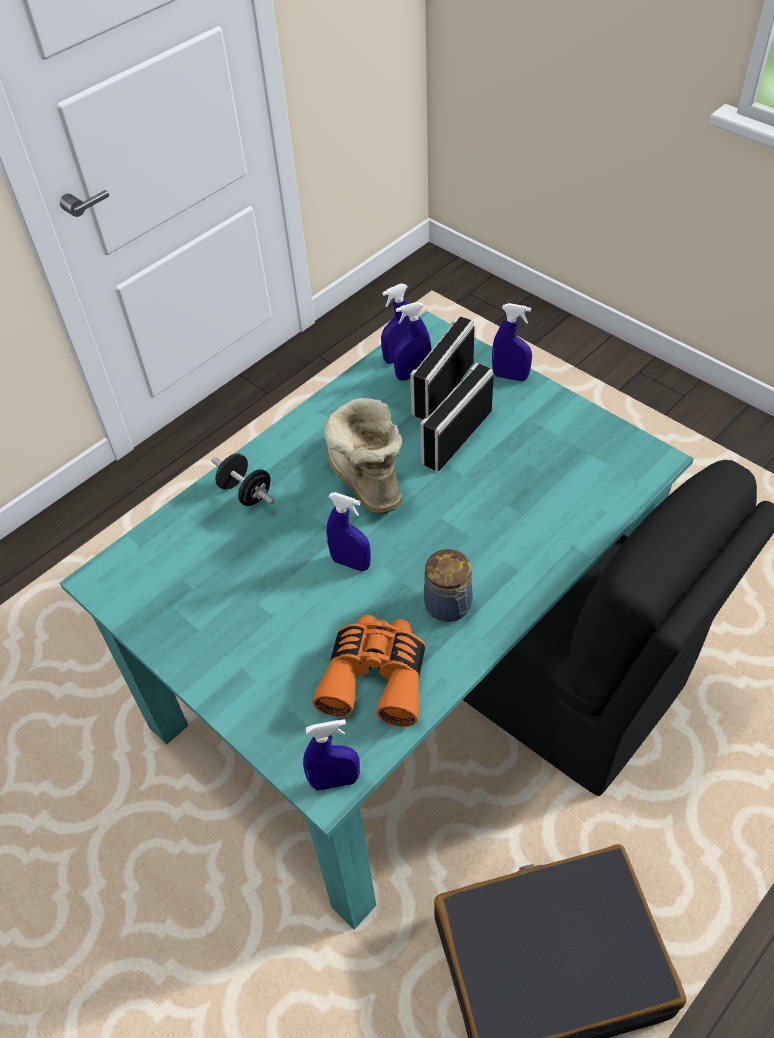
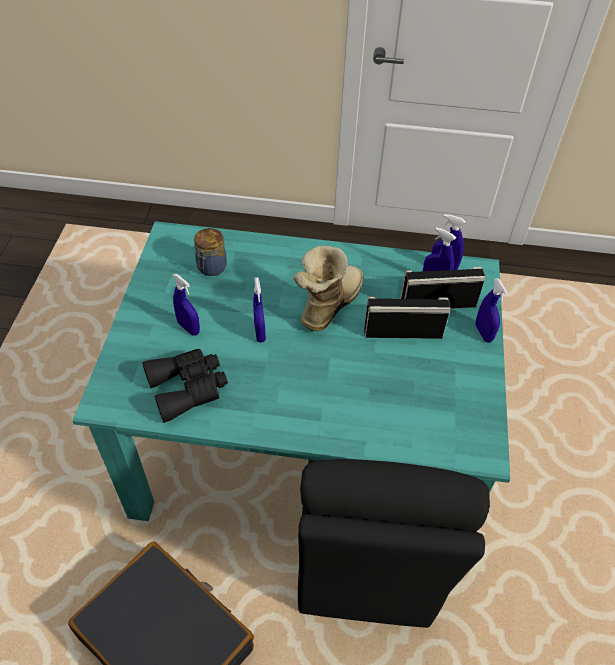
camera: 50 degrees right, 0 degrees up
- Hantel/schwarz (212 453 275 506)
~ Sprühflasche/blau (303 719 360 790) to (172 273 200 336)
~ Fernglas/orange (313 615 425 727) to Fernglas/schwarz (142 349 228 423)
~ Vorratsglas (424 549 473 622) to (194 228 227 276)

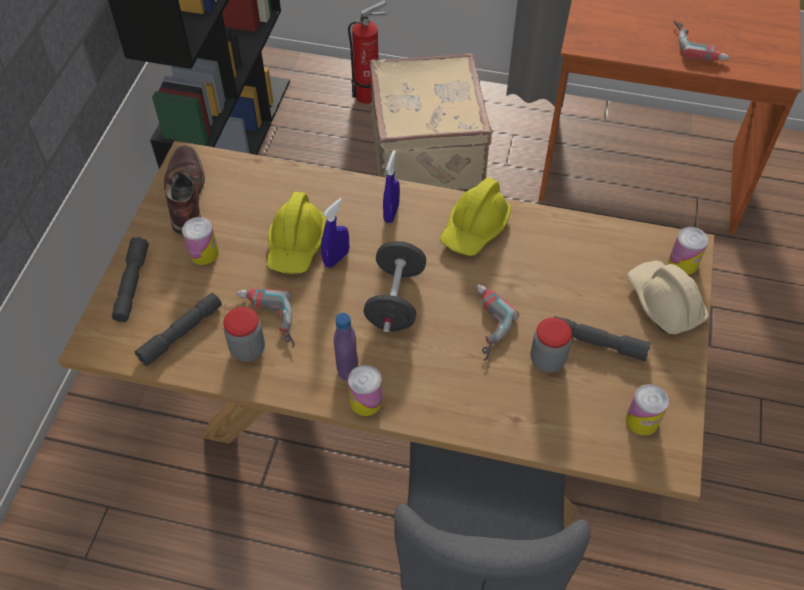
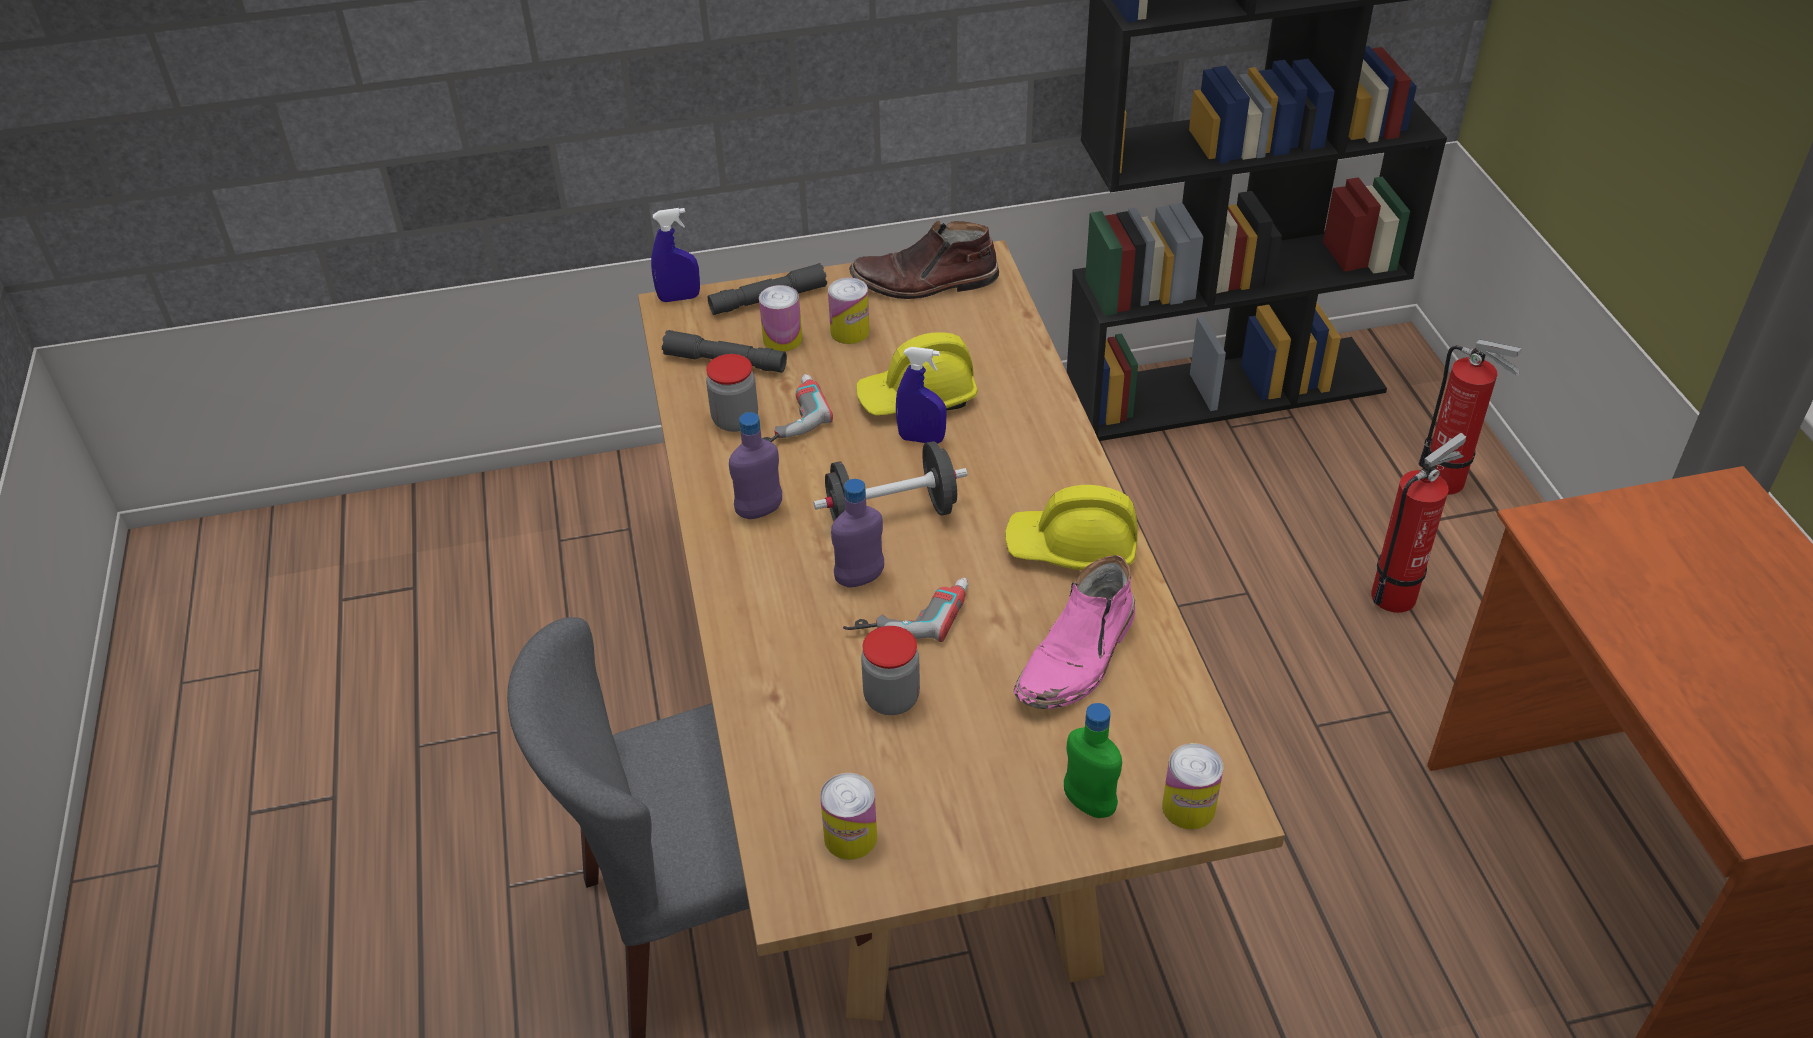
camera: 65 degrees right, 10 degrees down
~ Stiefel/braun (164 145 205 235) = (849 221 999 299) 150 degrees counterclockwise
~ Dose (348 365 382 416) to (759 285 802 352)
~ Koffer/beige (370 53 493 190) to Feuerlöscher (1371 433 1466 613)
~ Sprühflasche/blau (383 150 400 223) to (651 208 700 302)
- Taschenlampe/grau (554 316 651 361)
~ Schutzhelm/beige (627 260 709 334) to Flasche/grün (1064 703 1122 818)
- Bohrmaschine (674 20 730 62)
+ Flasche/lila (831 479 884 588)
+ Stiefel/rosa (1014 555 1135 709)

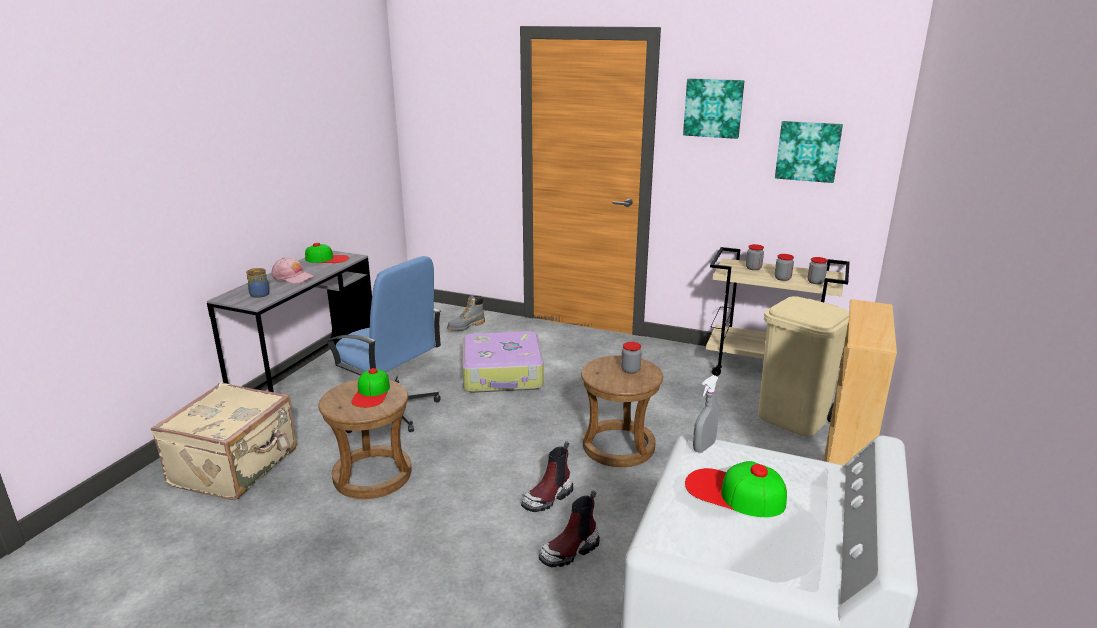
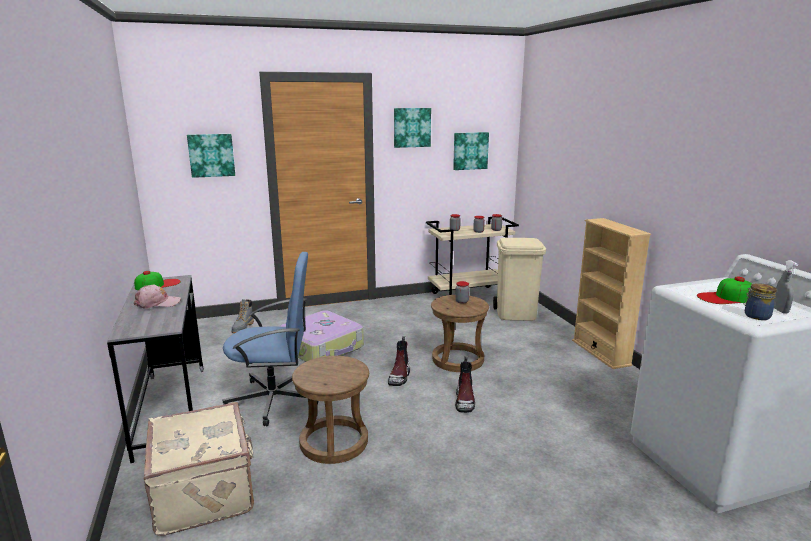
camera: 40 degrees left, 5 degrees down
~ Vorratsglas (246 268 270 298) to (744 283 777 320)
- Kappe (352 368 390 408)
~ Stiefel (539 490 600 567) to (388 336 410 386)
~ Sprühflasche/grau (693 375 719 453) to (774 260 798 314)
+ Bild (187 134 235 178)

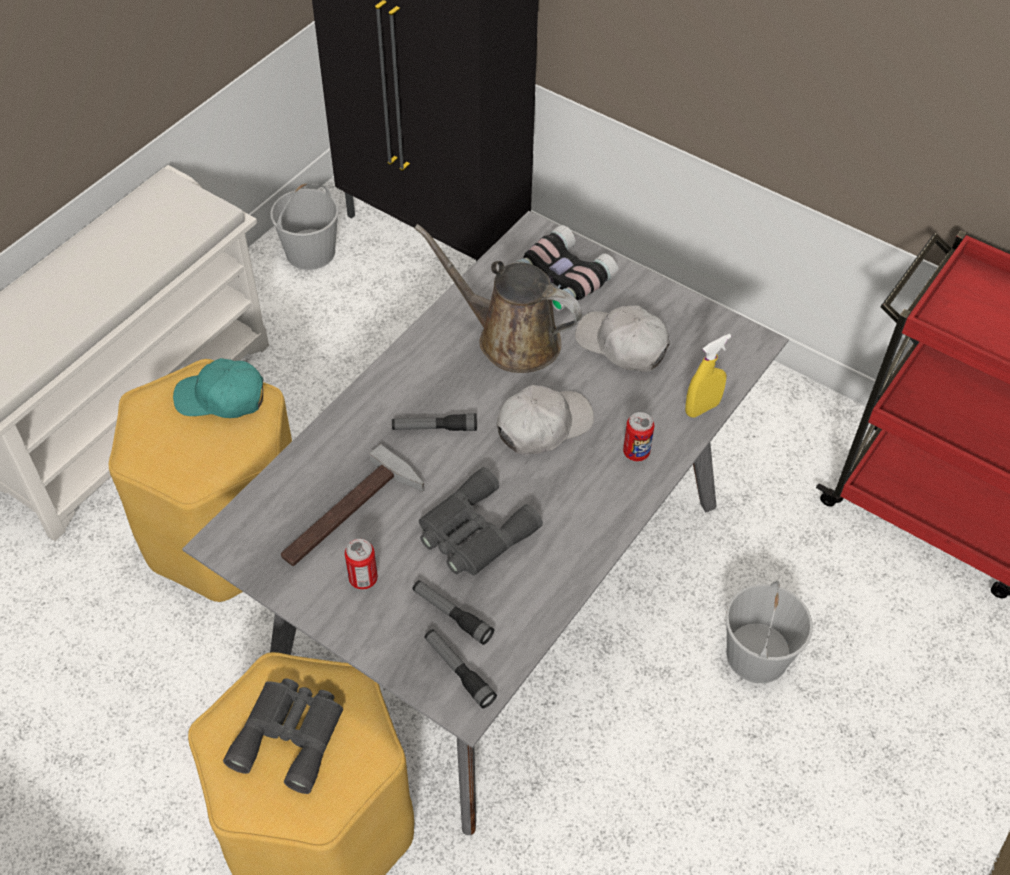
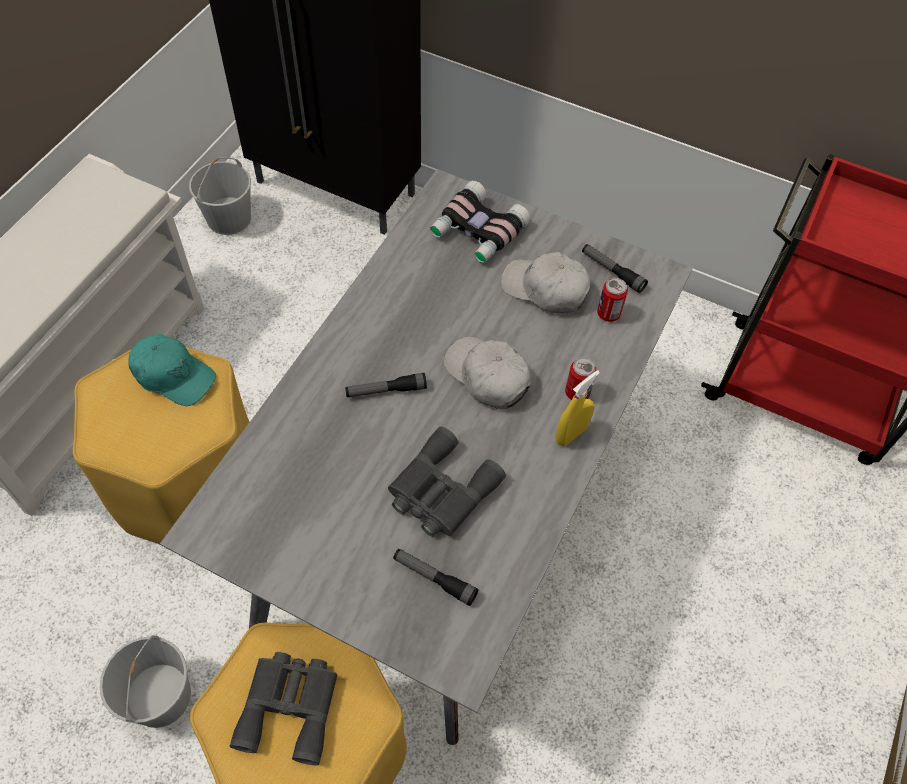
camera: 10 degrees left, 5 degrees up
~ Kappe/türkis (173 358 263 418) = (128 334 216 406) 150 degrees counterclockwise
- Hammer (281 444 424 566)
~ Dose (345 539 378 590) to (597 278 628 322)
- Gießkanne/braun (414 224 582 373)
~ Taschenlampe (425 629 497 708) to (582 244 648 293)
~ Kappe/weiß (497 385 594 455) = (444 337 531 409) 90 degrees counterclockwise
~ Sprühflasche/gelb (685 334 731 418) to (556 370 600 446)
~ Eimer/weiß (726 581 813 683) to (100 635 191 728)

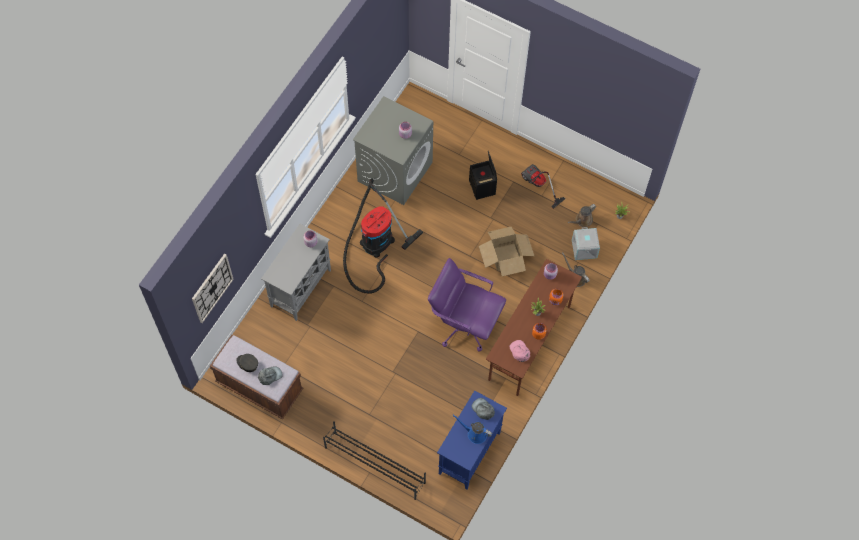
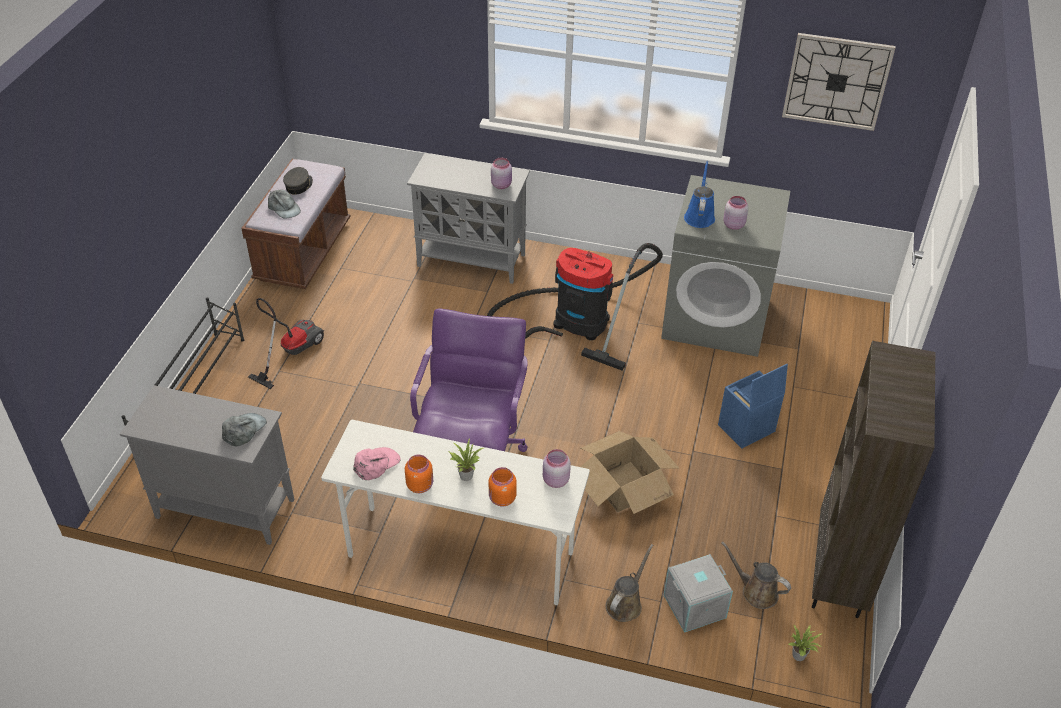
camera: 75 degrees right, 20 degrees down
~ Wanduhr (192 253 234 323) to (782 33 896 131)
~ Schrank/blau (437 390 507 490) to Schrank/grau (120 385 294 545)
~ Gießkanne/blau (452 415 492 444) to (684 160 715 228)
~ Aufbewahrungsbox/schwarz (469 151 497 200) to Aufbewahrungsbox/blau (718 364 788 448)
~ Schreibtisch/braun (486 259 582 396) to Schreibtisch/weiß (321 420 590 605)
~ Staubsauger (521 164 565 209) to (248 298 324 389)
+ Bücherregal/braun (812 341 935 618)

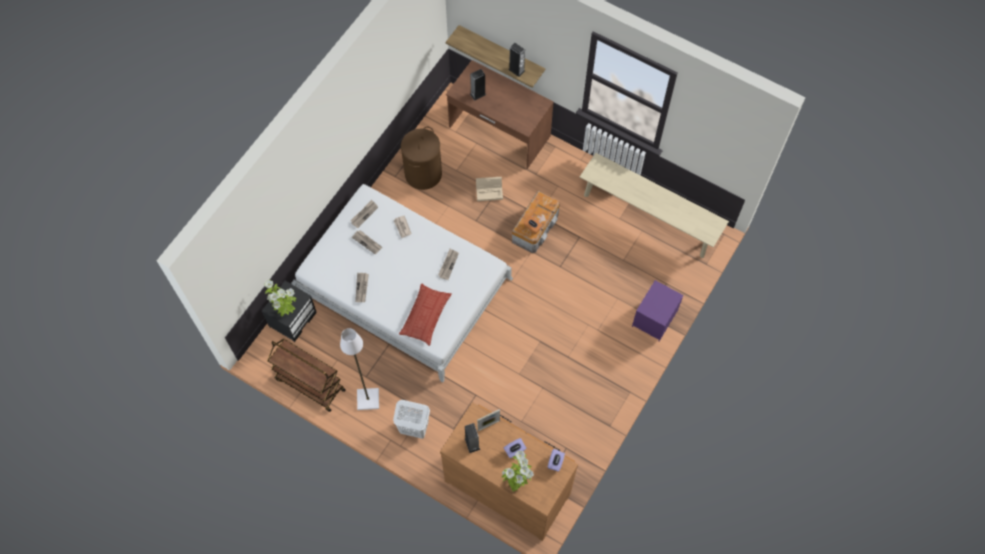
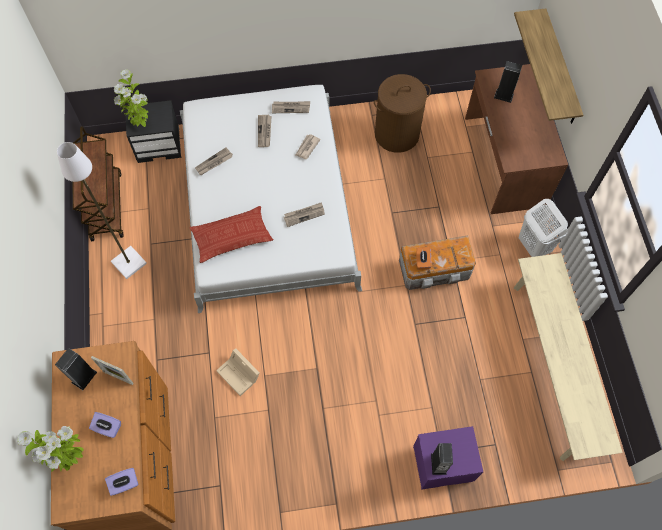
camera: 50 degrees right, 0 degrees up
~ Wäschekorb/weiß (393 400 430 439) to (519 199 568 257)
~ Aufbewahrungsbox/beige (476 177 503 201) to (216 349 260 396)
~ Lautsprecher (508 43 525 77) to (431 443 453 475)

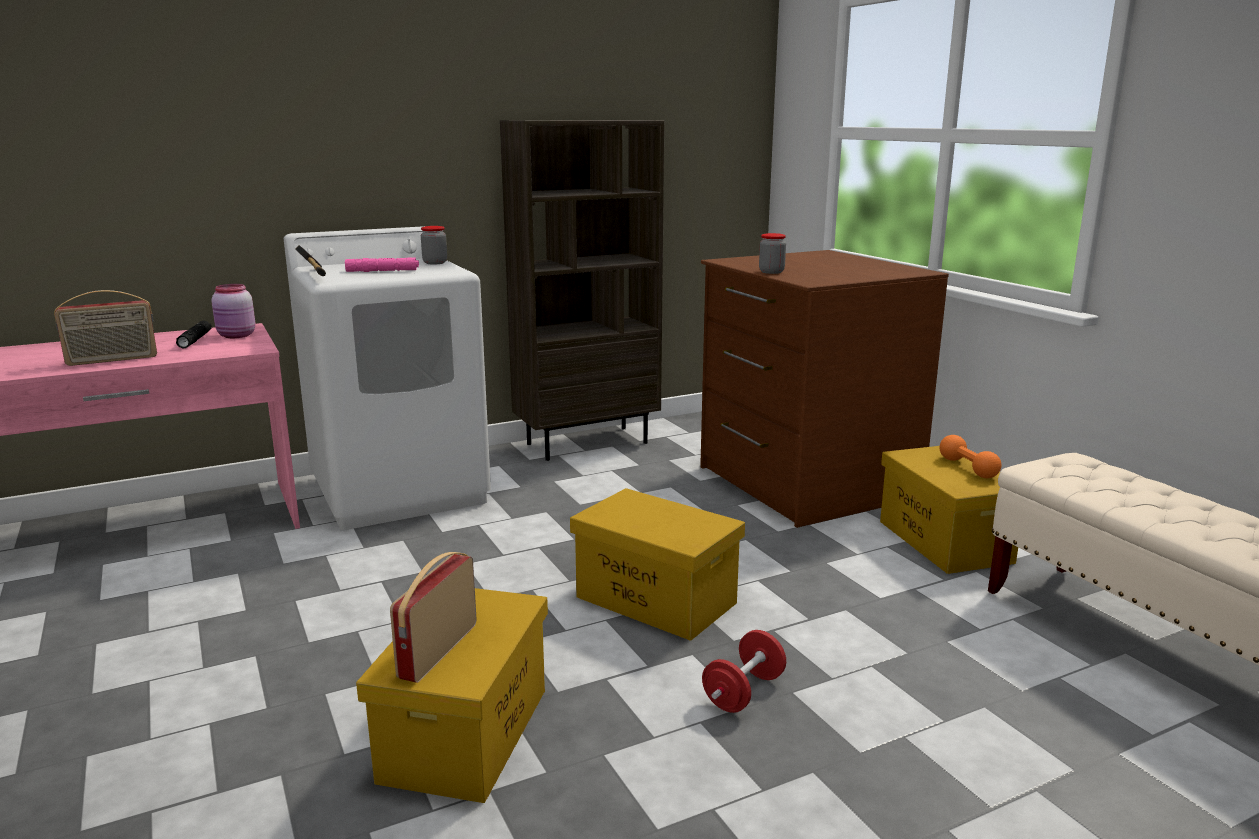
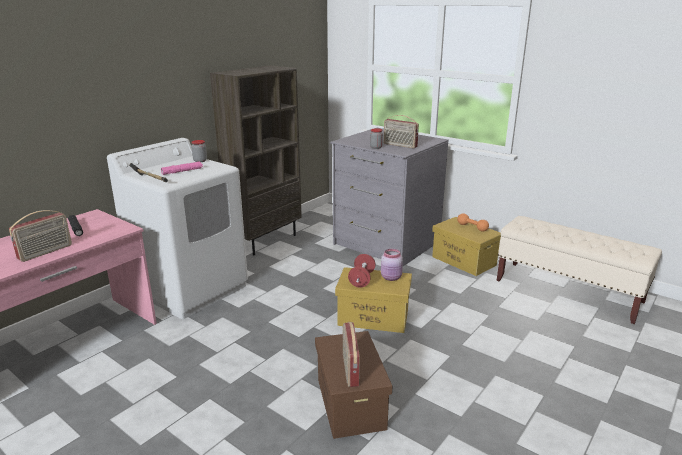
camera: 25 degrees left, 5 degrees up
~ Vorratsglas/rosa (211 284 256 338) to (381 249 403 281)
~ Aufbewahrungsbox/gelb (356 588 548 803) to Aufbewahrungsbox/braun (315 331 392 439)
~ Kommode/braun (700 250 949 528) to Kommode/grau (330 128 449 266)
~ Hantel/rot (702 630 786 713) to (348 254 376 287)
+ Radio (383 115 419 148)

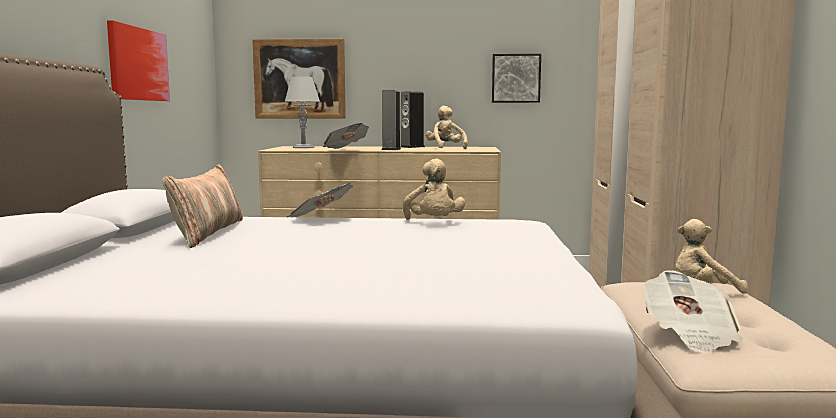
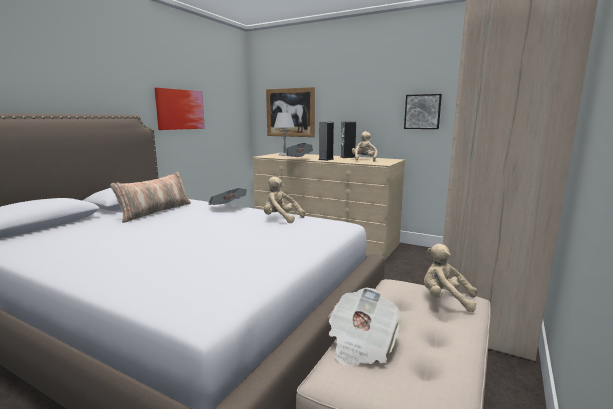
camera: 25 degrees right, 5 degrees up
~ Plüschtier/beige (403 159 465 220) = (264 176 305 223) 105 degrees clockwise

